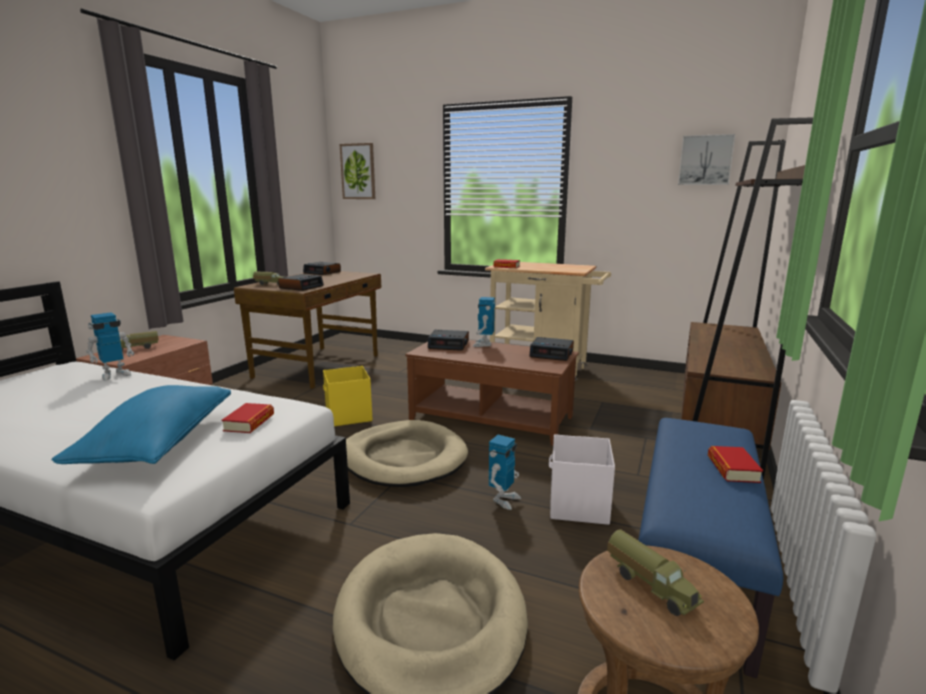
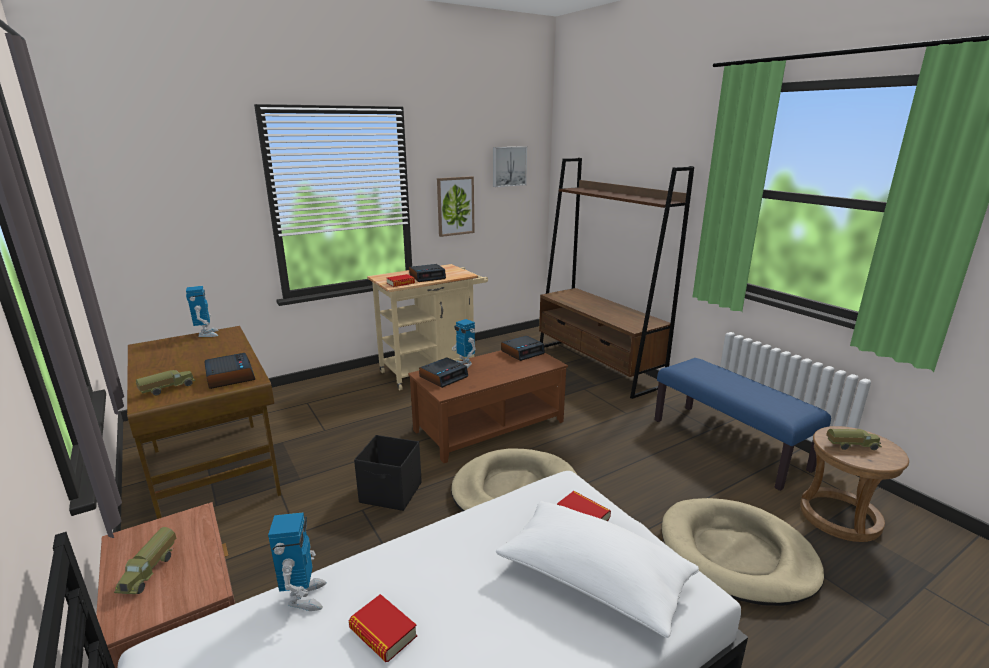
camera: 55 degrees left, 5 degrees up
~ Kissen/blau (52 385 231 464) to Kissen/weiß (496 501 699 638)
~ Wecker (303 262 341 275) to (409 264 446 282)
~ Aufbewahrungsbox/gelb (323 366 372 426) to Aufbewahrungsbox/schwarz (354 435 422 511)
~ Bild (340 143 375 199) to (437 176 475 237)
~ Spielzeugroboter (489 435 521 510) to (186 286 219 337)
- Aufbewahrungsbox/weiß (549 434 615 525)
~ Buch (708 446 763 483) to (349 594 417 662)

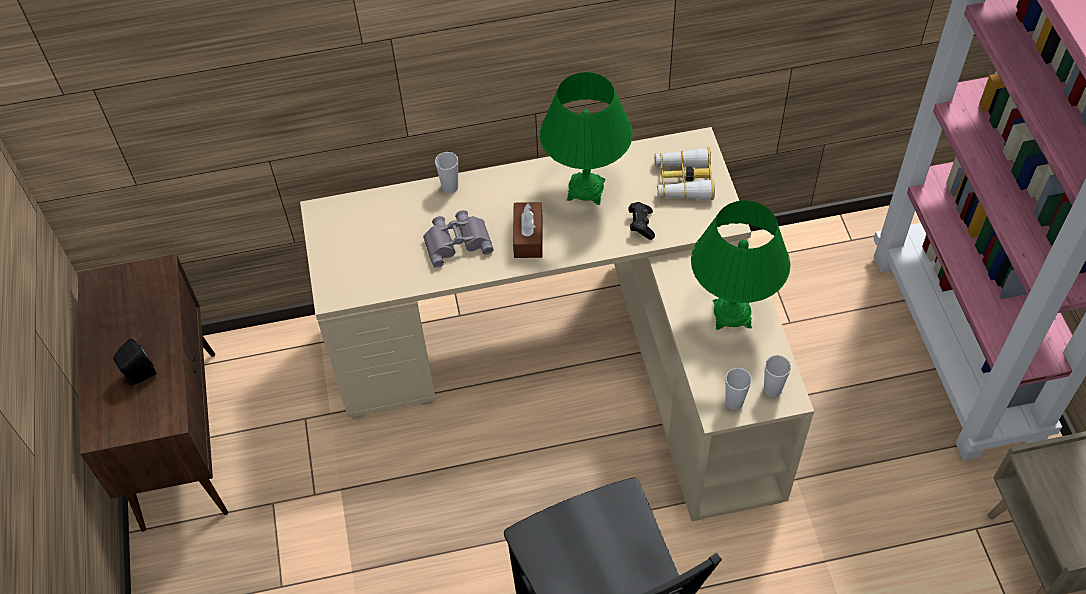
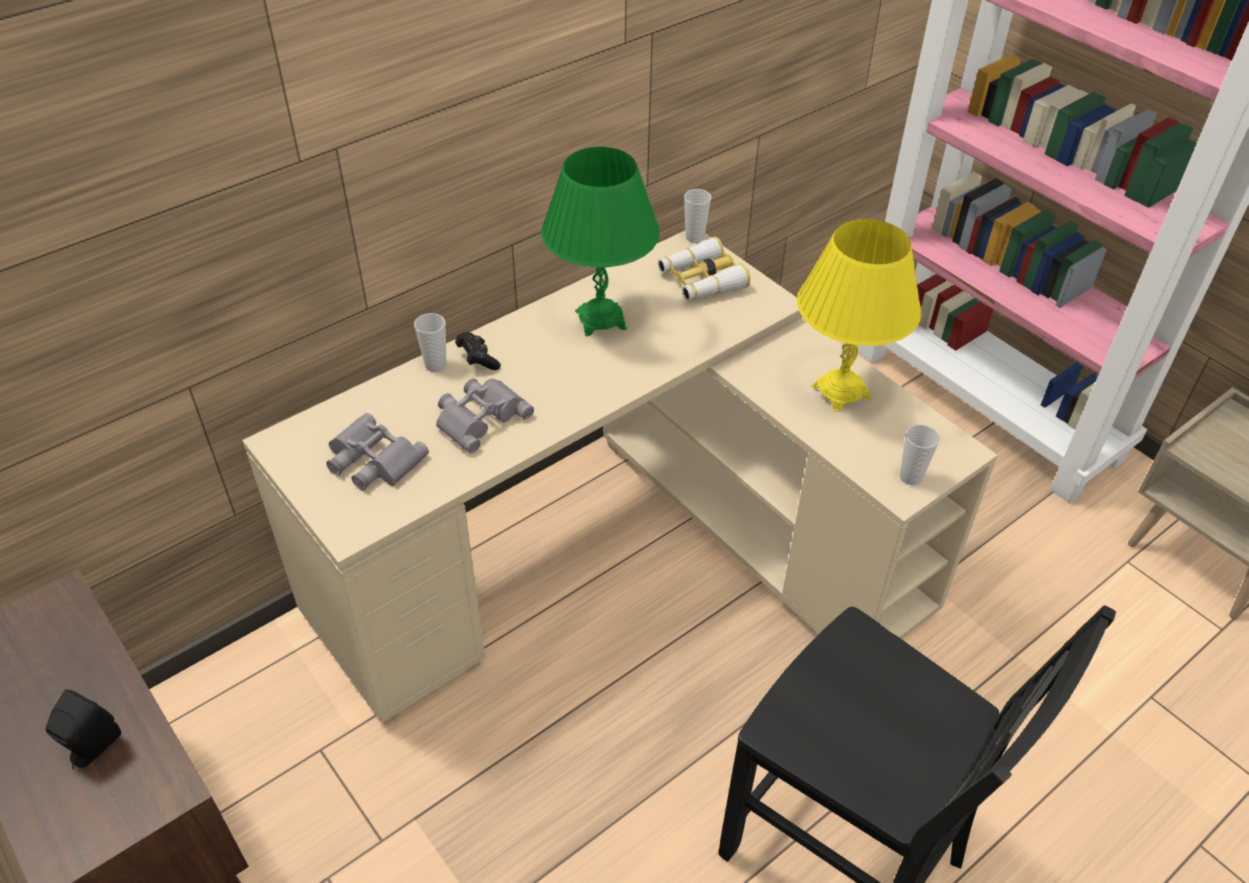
camera: 30 degrees left, 10 degrees down
- Taschentuchbox/braun (513 202 542 258)
~ Gamepad/schwarz (629 202 655 240) to (455 332 501 370)
~ Tischlampe/grün (691 200 790 330) to Tischlampe/gelb (797 219 922 412)
~ Tasse (764 355 791 397) to (684 189 711 243)
+ Fernglas/grau (326 413 429 490)

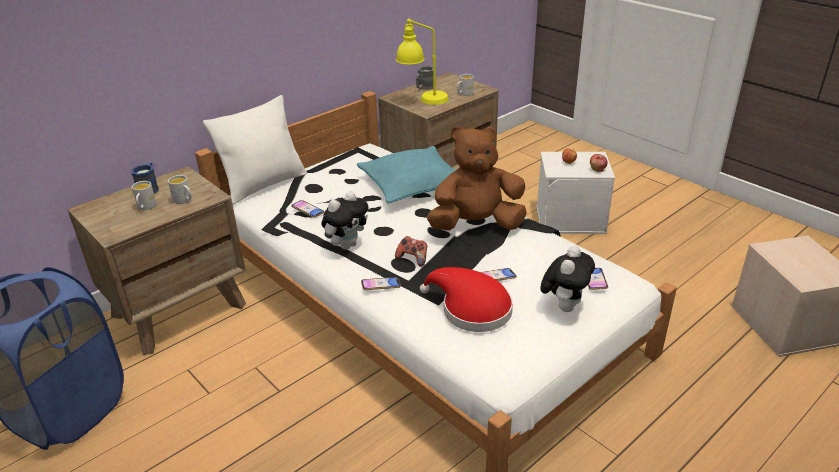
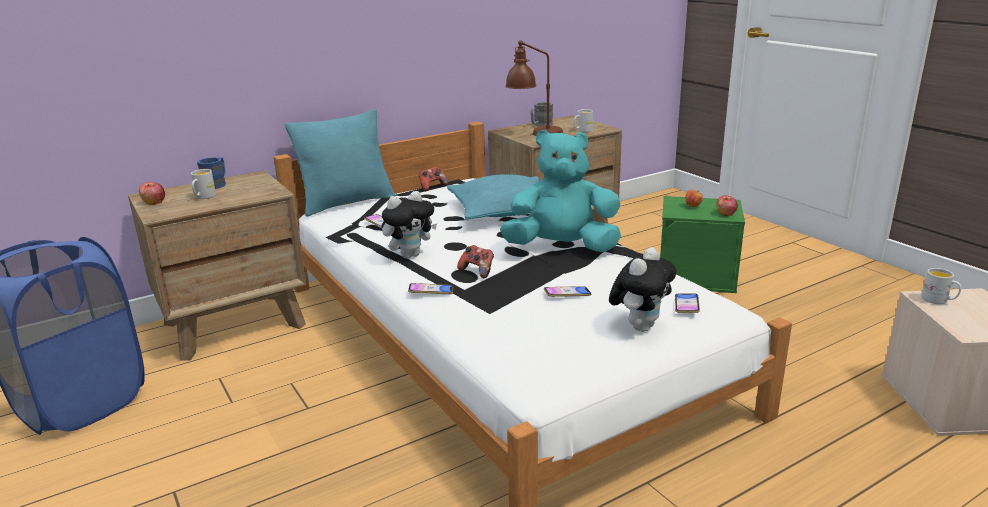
camera: 10 degrees right, 10 degrees down
~ Henkelbecher/weiß (168 175 191 204) to (921 268 961 304)
~ Kissen/weiß (203 95 307 205) to Kissen/türkis (285 109 395 216)
~ Tischlampe/gelb (396 19 449 105) to Tischlampe/braun (505 40 563 136)
- Hut/rot (420 267 513 332)
~ Plüschtier/braun (427 126 527 231) to Plüschtier/türkis (500 130 621 252)
~ Aufbewahrungsbox/weiß (536 152 615 234) to Aufbewahrungsbox/grün (660 196 745 293)
+ Apfel (139 182 165 205)
+ Gamepad (419 167 448 191)

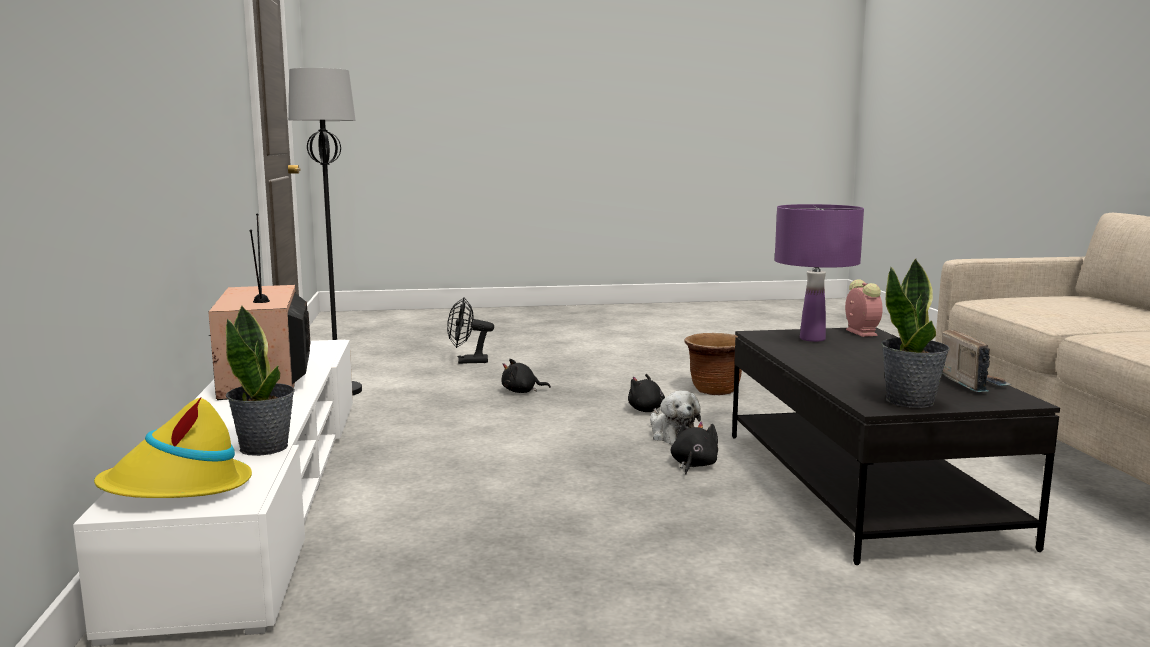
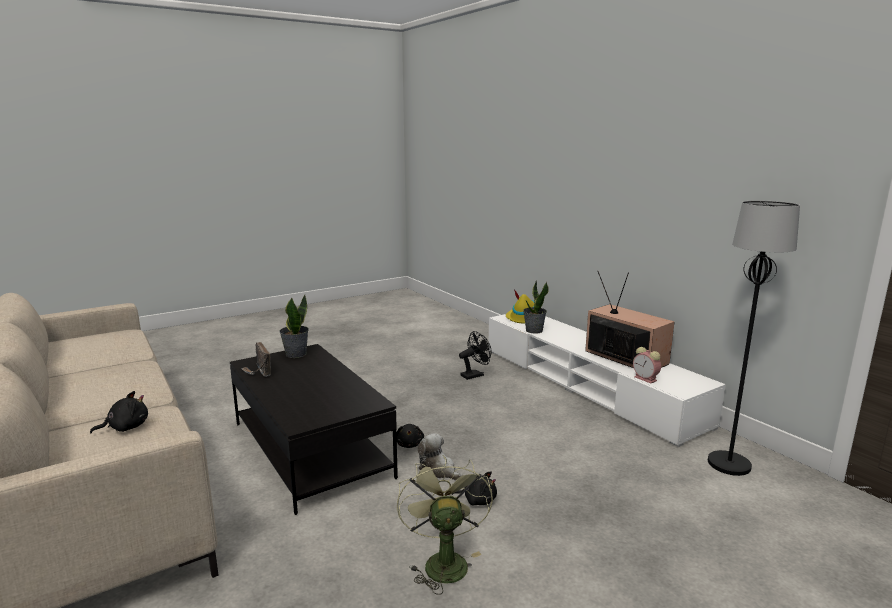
camera: 155 degrees right, 5 degrees up
~ Ventilator/schwarz (447 298 494 364) to (459 331 492 380)
~ Plüschtier/schwarz (501 359 551 393) to (90 391 148 433)
~ Pflanzkübel/braun (684 333 742 395) to Ventilator/grün (397 455 493 595)
- Tischlampe/lila (775 204 864 342)
~ Wecker (845 279 883 337) to (633 347 661 383)

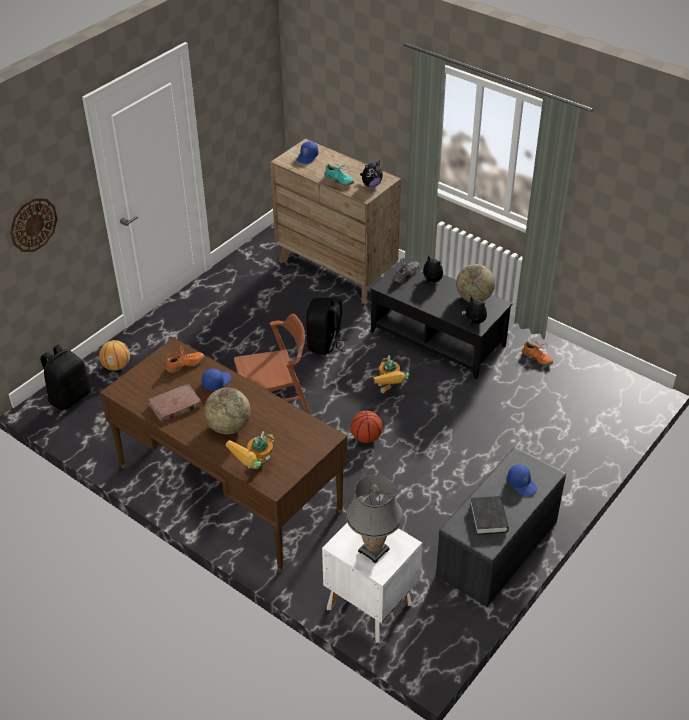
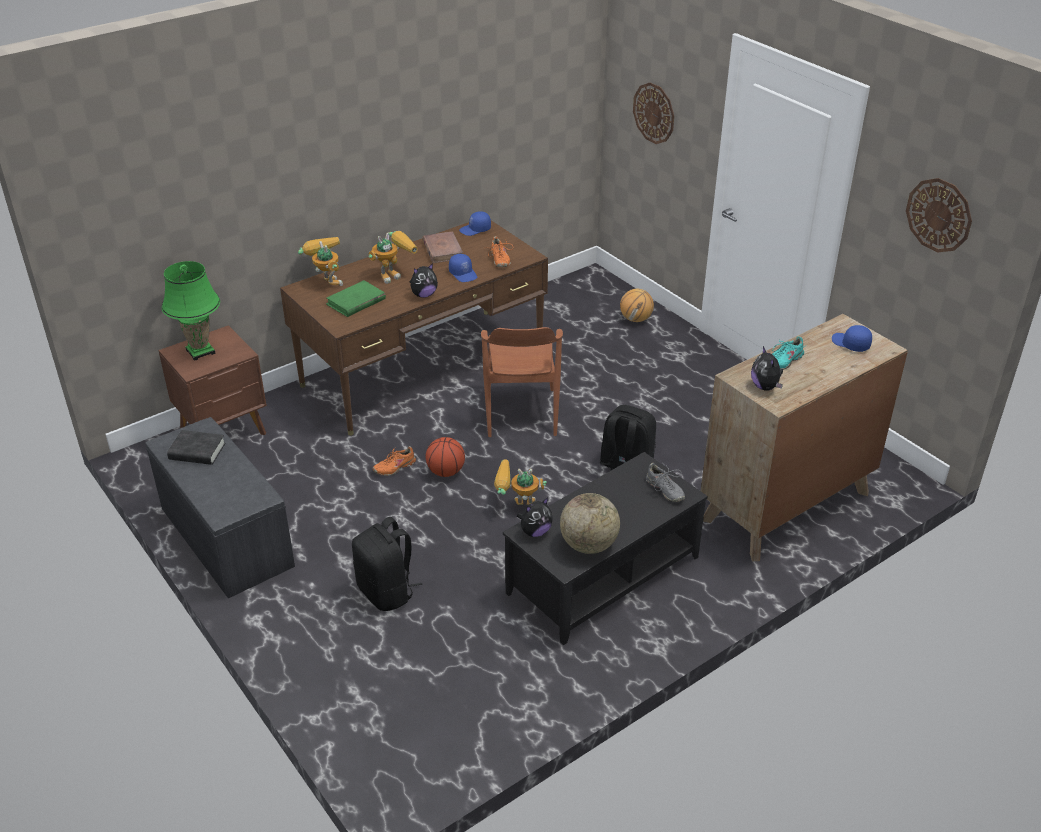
camera: 105 degrees right, 5 degrees down
~ Rucksack/schwarz (40 344 90 410) to (352 517 422 611)
~ Globus (204 388 251 434) to Spielzeugroboter (368 231 418 284)
~ Nachttisch/weiß (322 523 422 643) to Nachttisch/braun (159 325 267 435)
~ Tischlampe/grau (346 475 403 563) to Tischlampe/grün (162 261 220 361)
~ Plüschtier (419 255 443 284) to (410 263 438 298)
~ Kappe/blau (507 464 537 496) to (459 211 491 236)
~ Schuh/orange (522 341 553 365) to (373 446 416 476)
+ Buch/grün (326 280 386 317)
+ Wanduhr (906 178 972 252)

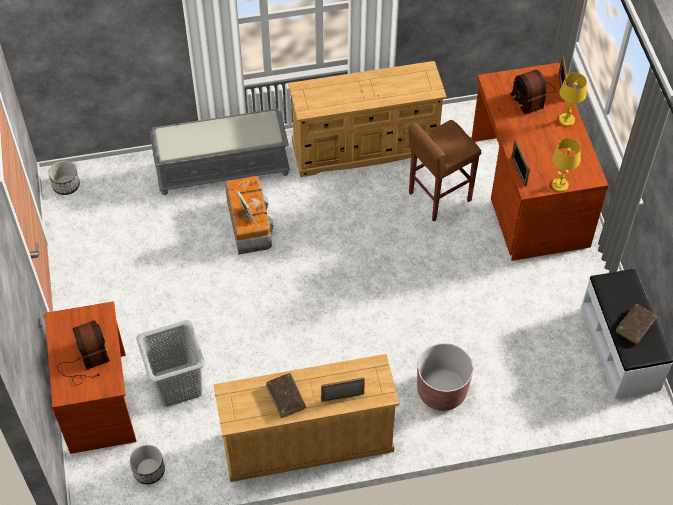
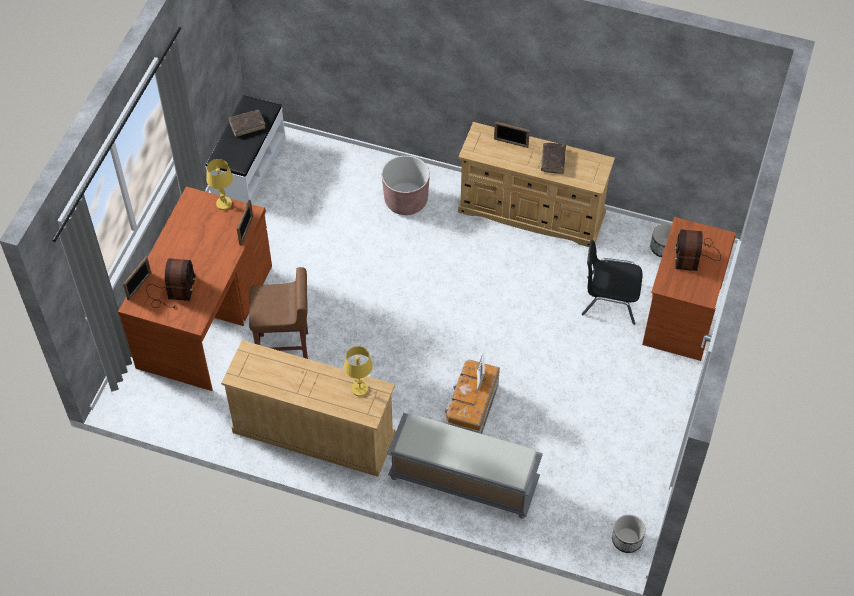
camera: 150 degrees left, 0 degrees up
~ Wäschekorb/grau (136 320 206 407) to Stuhl/schwarz (582 240 643 325)
~ Tischlampe/gelb (559 73 587 127) to (344 346 373 397)

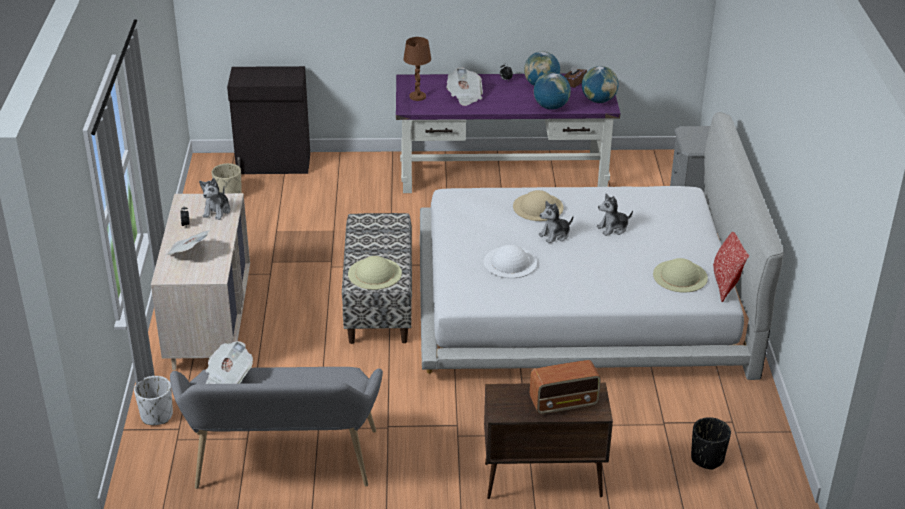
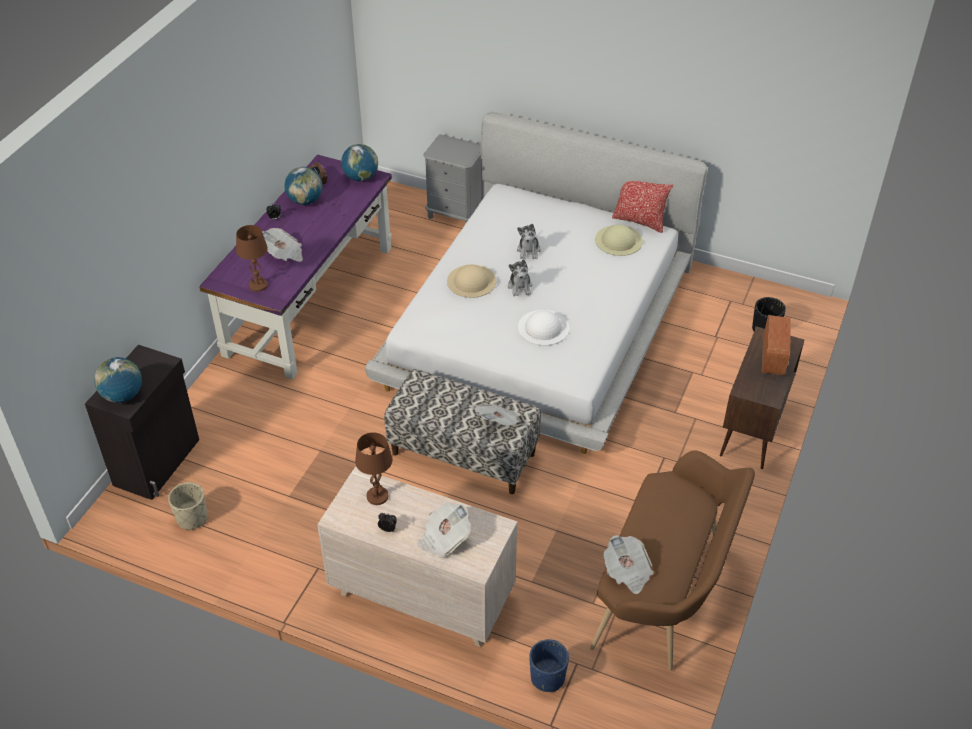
camera: 65 degrees left, 10 degrees up
~ Pflanzkübel/weiß (134 376 173 425) to Pflanzkübel/blau (529 639 569 692)
~ Bank/grau (170 367 383 489) to Bank/braun (590 450 755 671)
~ Plüschtier (199 178 231 220) to Tischlampe/braun (355 432 393 505)
~ Hut/beige (348 256 402 290) to Zeitung (475 404 520 425)
~ Globus (534 72 571 110) to (94 357 142 403)

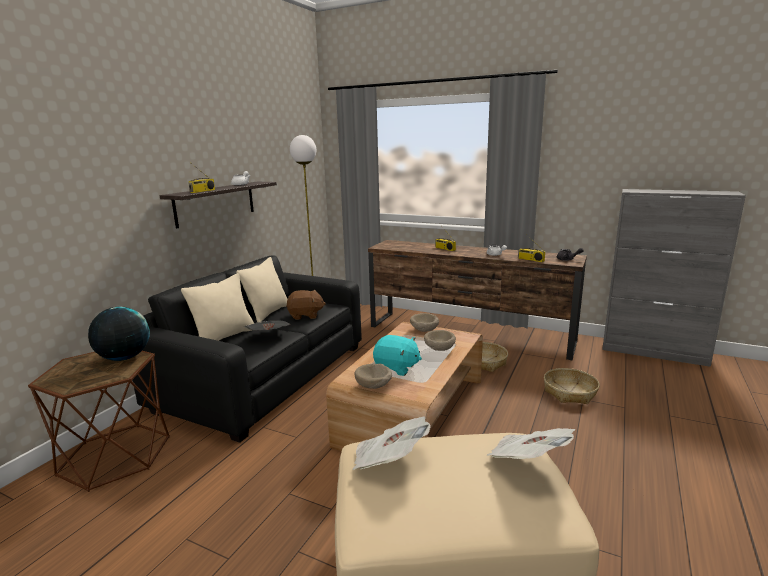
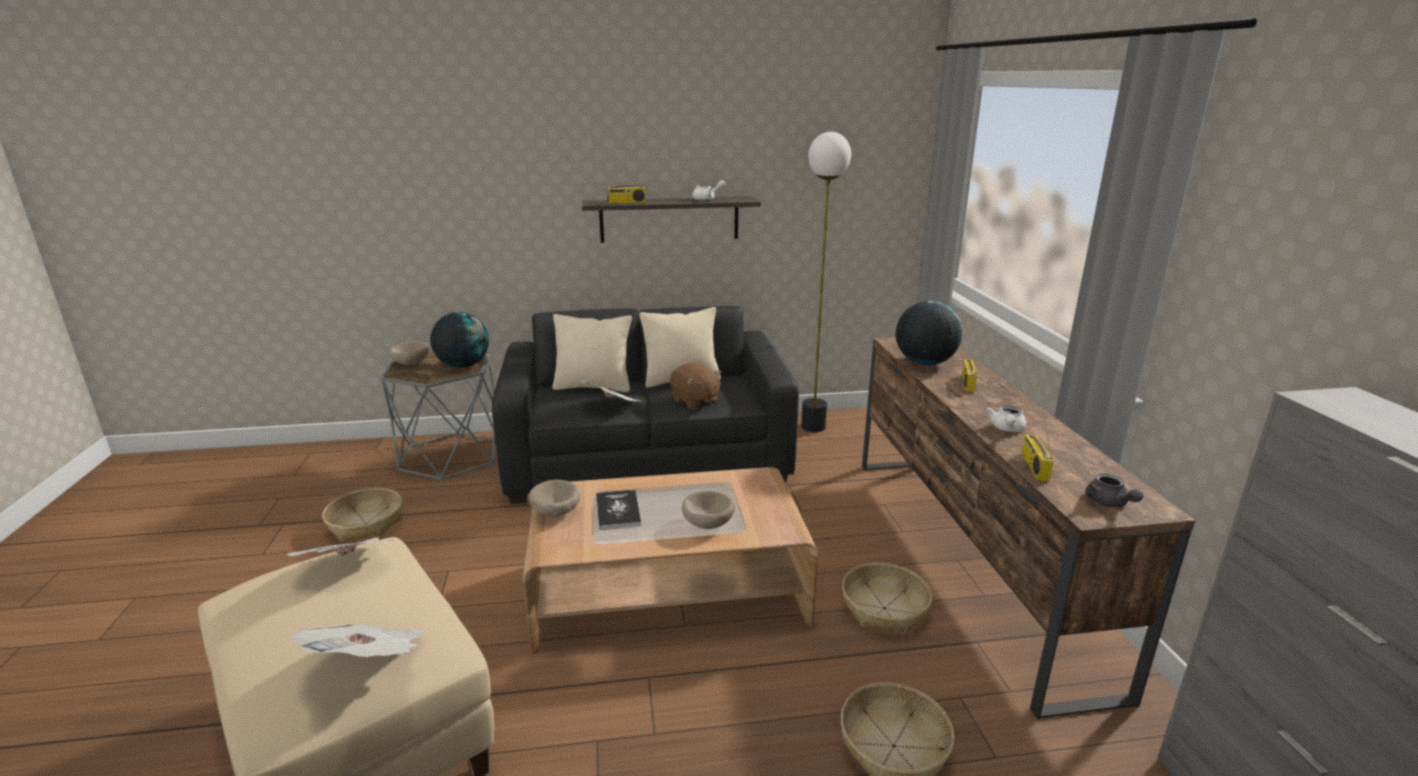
camera: 55 degrees right, 5 degrees up
~ Beistelltisch/braun (28 351 170 492) to Beistelltisch/grau (380 351 497 481)
~ Plüschtier/türkis (373 335 422 376) to Buch (596 489 641 530)
~ Schüssel/beige (410 313 439 332) to (389 342 429 365)
+ Korb (322 488 402 542)
+ Globus (896 301 962 365)

